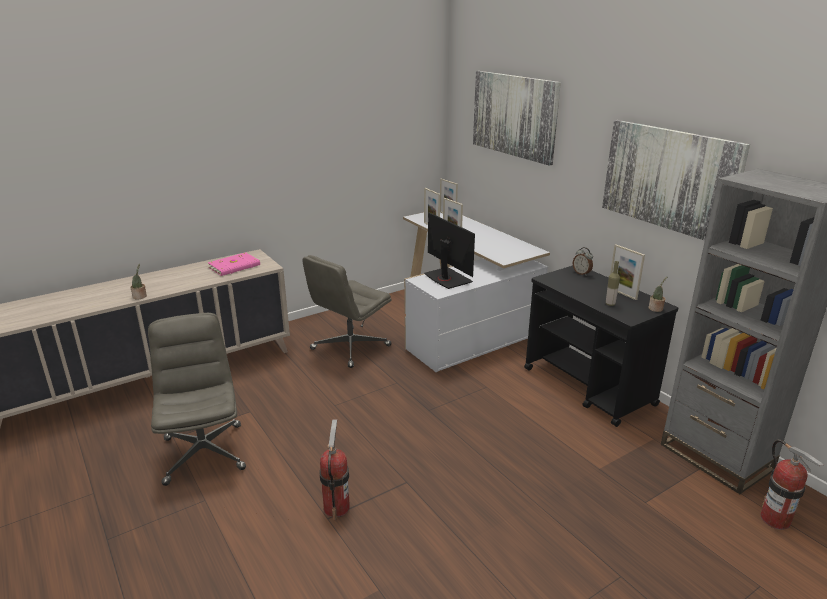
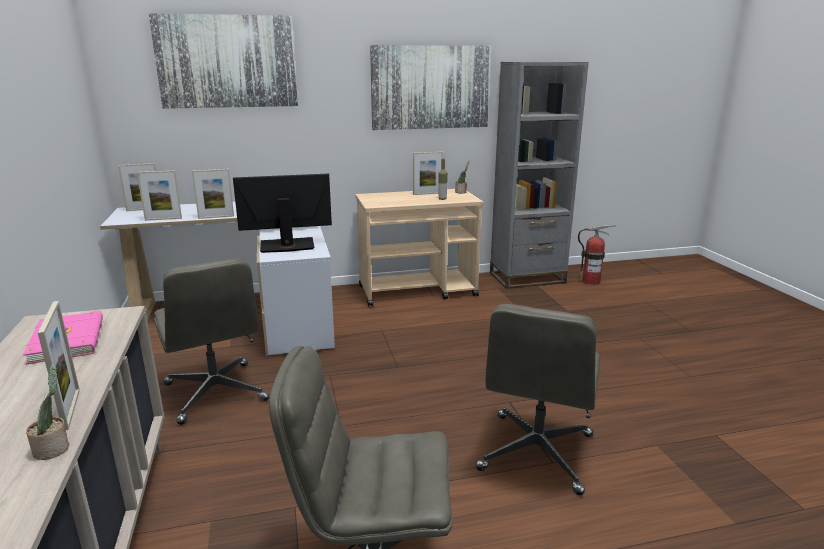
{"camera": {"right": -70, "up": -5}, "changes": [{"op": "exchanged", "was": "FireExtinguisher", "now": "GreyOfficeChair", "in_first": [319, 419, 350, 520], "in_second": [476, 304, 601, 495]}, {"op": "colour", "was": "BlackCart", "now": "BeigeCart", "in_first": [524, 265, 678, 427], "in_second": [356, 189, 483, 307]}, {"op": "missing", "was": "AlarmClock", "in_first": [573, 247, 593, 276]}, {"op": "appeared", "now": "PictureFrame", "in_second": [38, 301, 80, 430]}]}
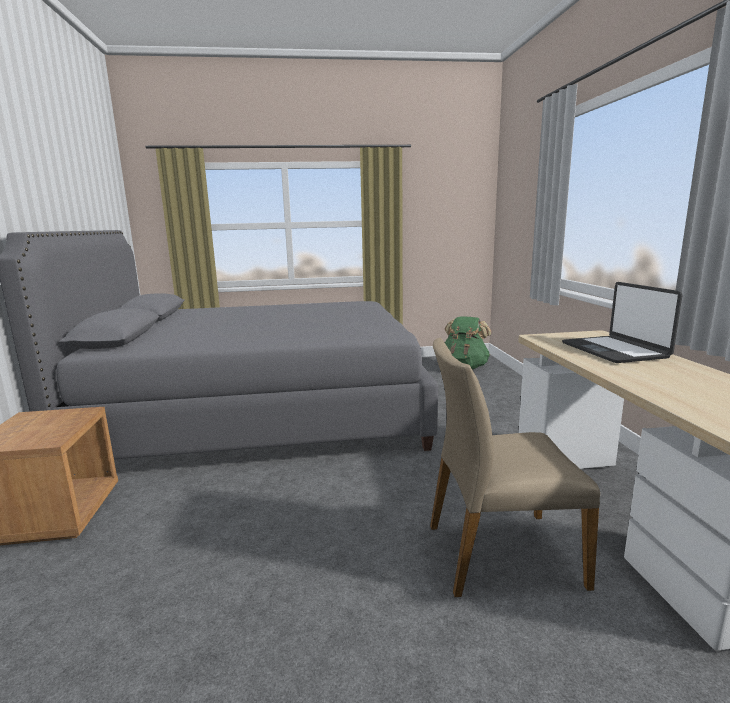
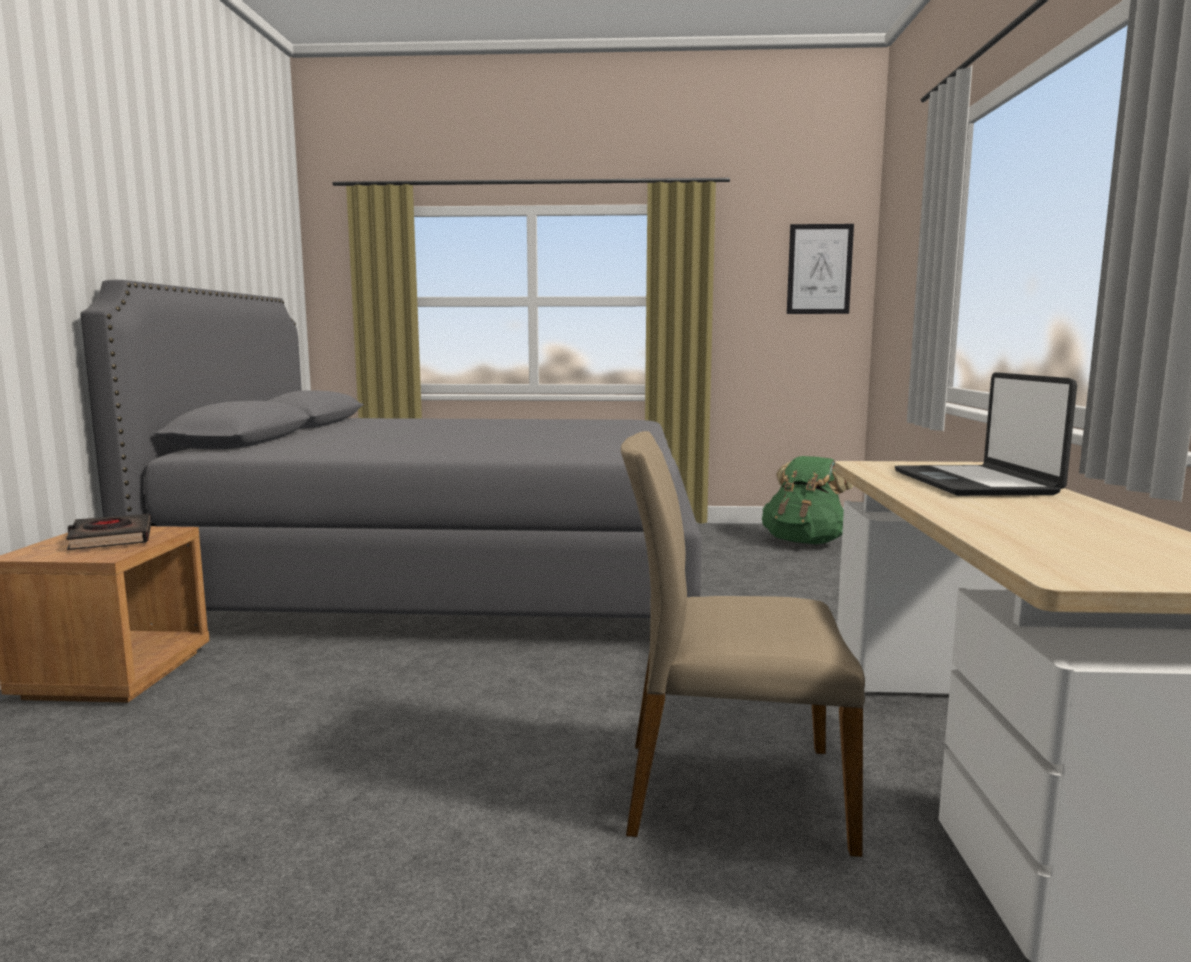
{"camera": {"right": 10, "up": -5}, "changes": [{"op": "appeared", "now": "BlackBook", "in_second": [66, 514, 151, 550]}, {"op": "appeared", "now": "Picture", "in_second": [787, 224, 854, 314]}]}
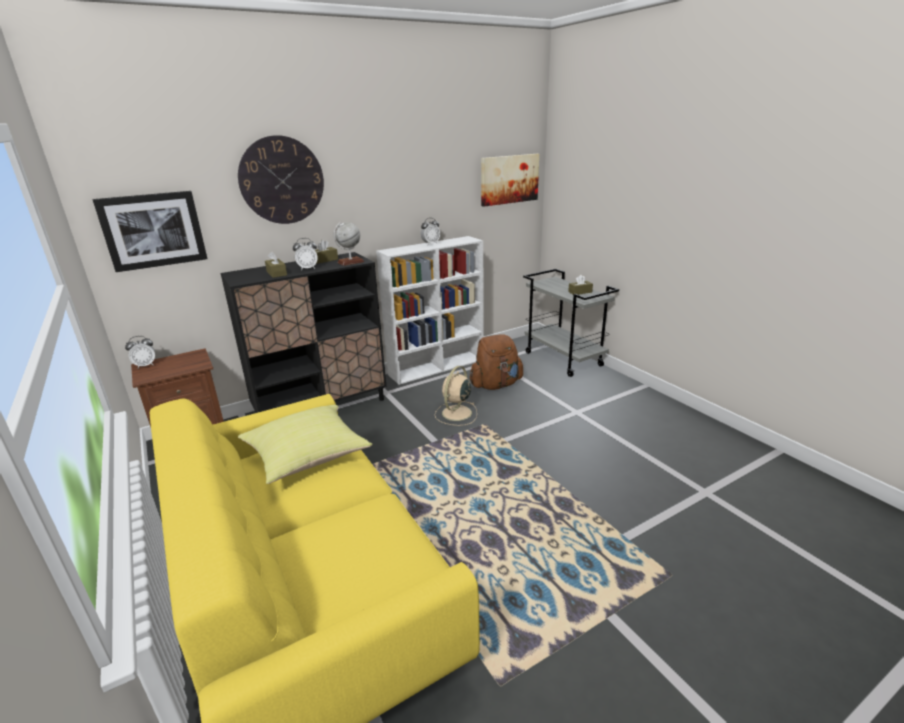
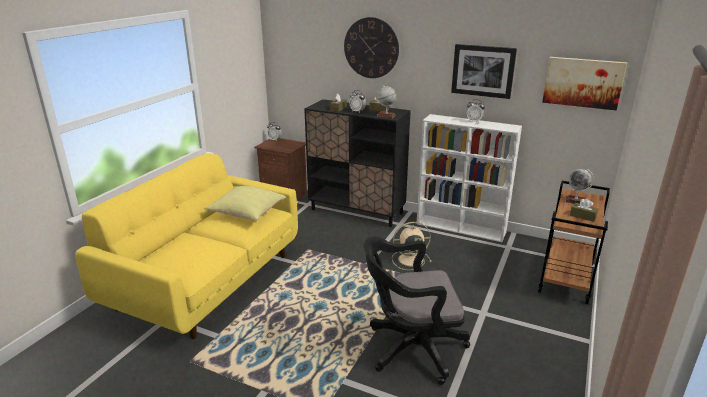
{"camera": {"right": 55, "up": 0}, "changes": [{"op": "relocated", "was": "Picture", "in_first": [93, 191, 207, 272], "in_second": [451, 44, 517, 99]}, {"op": "missing", "was": "BrownBackpack", "in_first": [470, 334, 523, 390]}, {"op": "colour", "was": "GreyCart", "now": "BrownCart", "in_first": [523, 269, 619, 377], "in_second": [538, 181, 610, 304]}, {"op": "appeared", "now": "BlackOfficeChair", "in_second": [364, 236, 470, 385]}, {"op": "appeared", "now": "Globe", "in_second": [565, 169, 594, 204]}]}
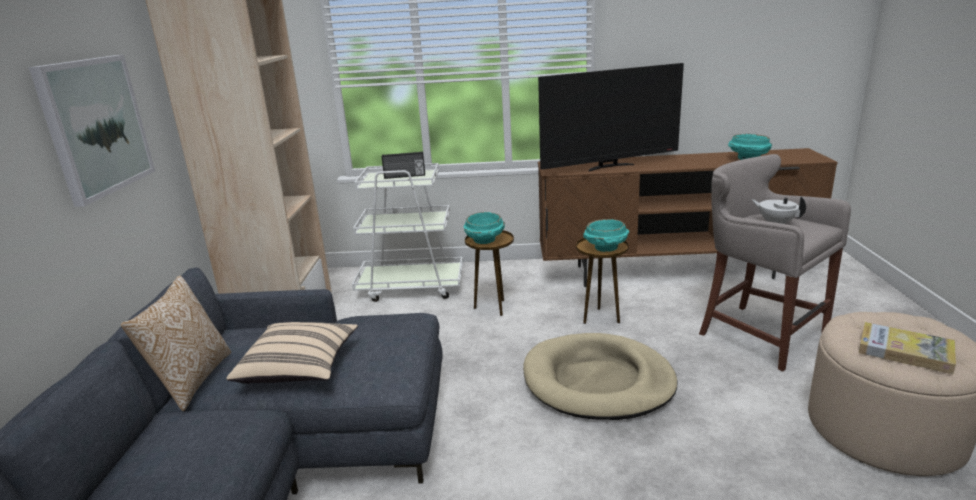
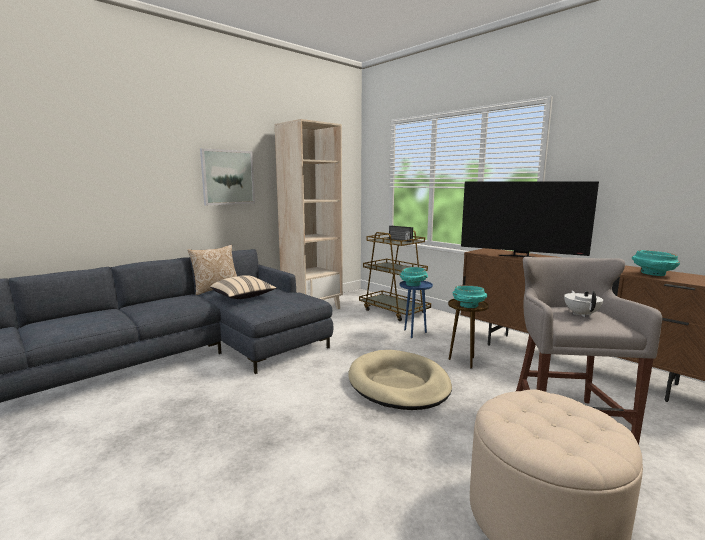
{"camera": {"right": 45, "up": -10}, "changes": [{"op": "colour", "was": "WhiteCart", "now": "BrownCart", "in_first": [352, 163, 463, 302], "in_second": [359, 230, 431, 321]}, {"op": "colour", "was": "BrownSideTable", "now": "BlueSideTable", "in_first": [465, 230, 514, 316], "in_second": [399, 281, 433, 338]}, {"op": "missing", "was": "Book", "in_first": [859, 322, 956, 374]}]}
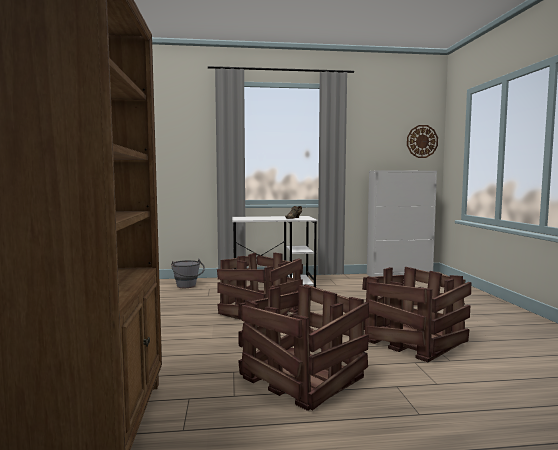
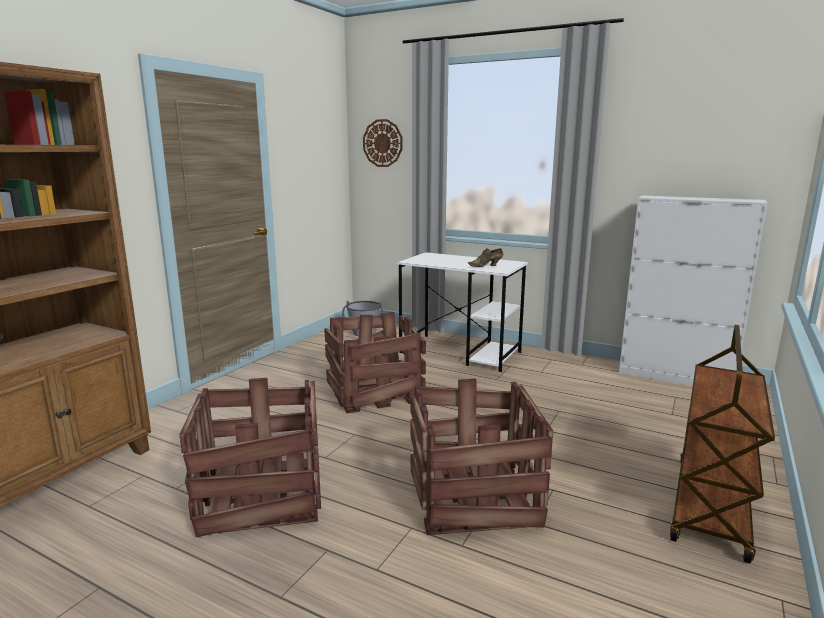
{"camera": {"right": 35, "up": 10}, "changes": [{"op": "relocated", "was": "WallClock", "in_first": [407, 125, 438, 158], "in_second": [363, 119, 402, 167]}, {"op": "appeared", "now": "BrownCart", "in_second": [670, 325, 775, 563]}]}
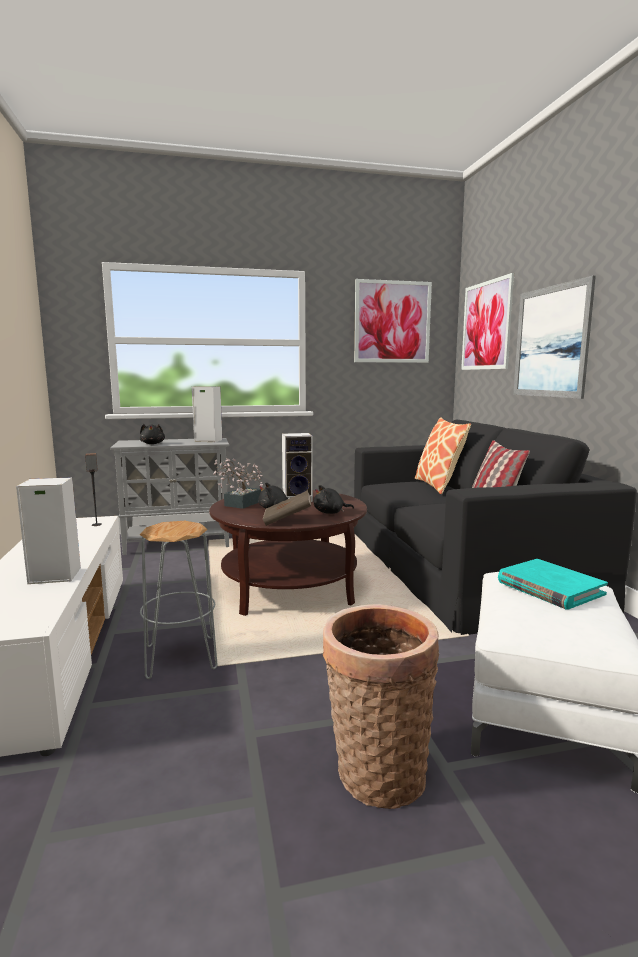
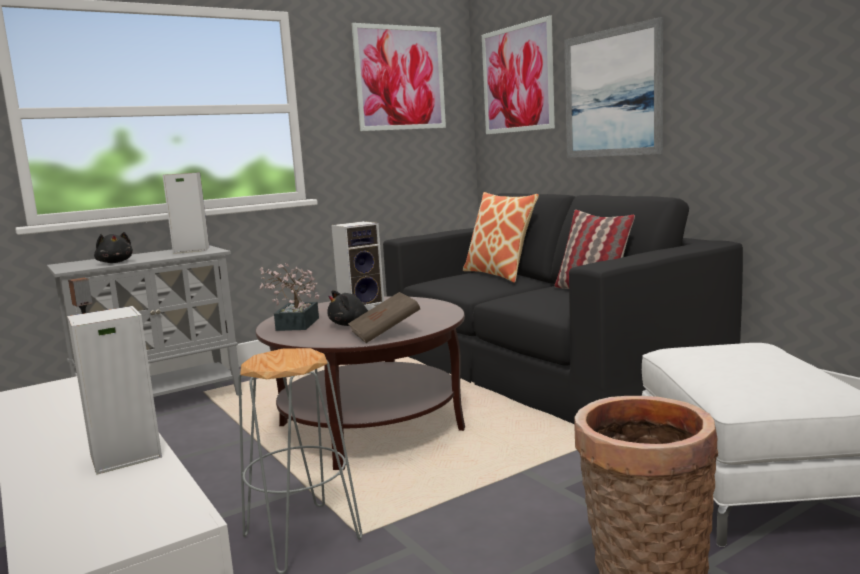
{"camera": {"right": -20, "up": 0}, "changes": [{"op": "missing", "was": "BlackPlushToy", "in_first": [314, 485, 354, 514]}, {"op": "missing", "was": "TurquoiseBook", "in_first": [498, 559, 608, 610]}]}
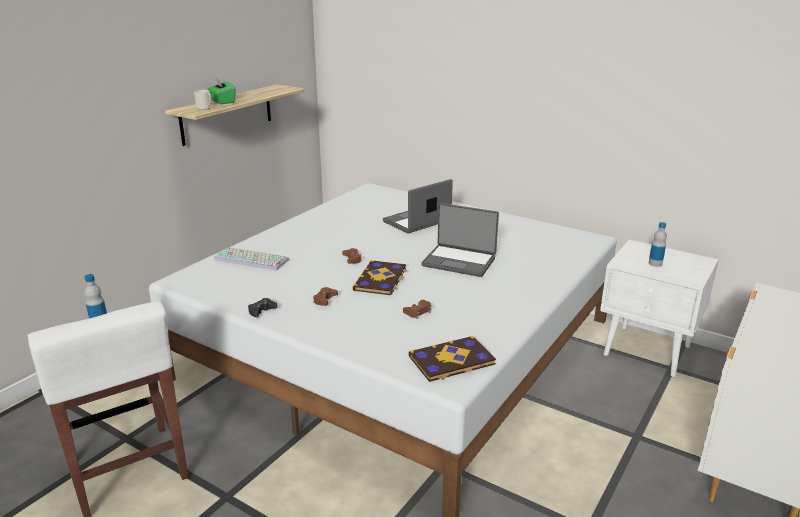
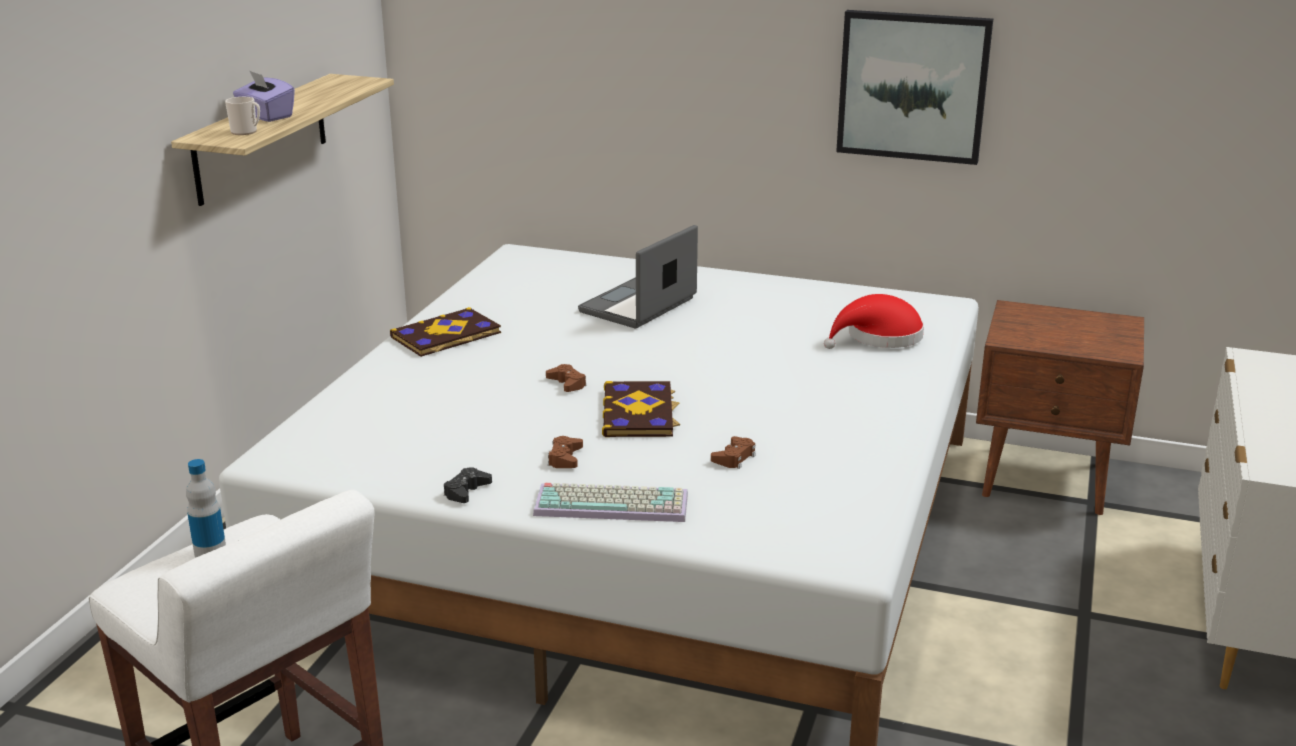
{"camera": {"right": -15, "up": 0}, "changes": [{"op": "colour", "was": "GreenTissueBox", "now": "PurpleTissueBox", "in_first": [208, 77, 236, 104], "in_second": [233, 70, 295, 122]}, {"op": "relocated", "was": "Keyboard", "in_first": [214, 247, 289, 271], "in_second": [533, 483, 688, 522]}, {"op": "relocated", "was": "Book", "in_first": [409, 336, 496, 382], "in_second": [390, 307, 501, 357]}, {"op": "missing", "was": "Laptop", "in_first": [421, 203, 499, 277]}, {"op": "colour", "was": "WhiteNightstand", "now": "BrownNightstand", "in_first": [600, 240, 719, 377], "in_second": [976, 300, 1144, 515]}, {"op": "missing", "was": "Bottle", "in_first": [649, 222, 667, 267]}, {"op": "appeared", "now": "RedHat", "in_second": [824, 294, 924, 349]}, {"op": "appeared", "now": "Picture", "in_second": [836, 10, 993, 165]}]}
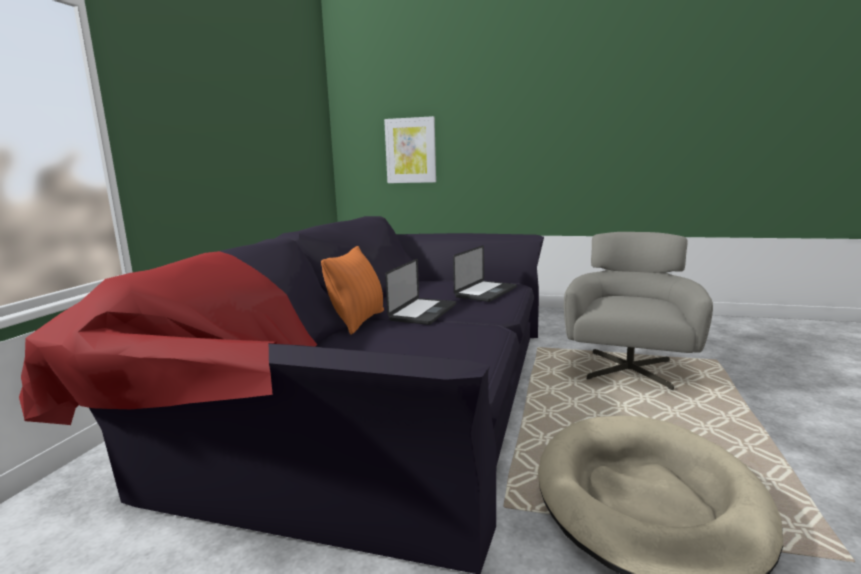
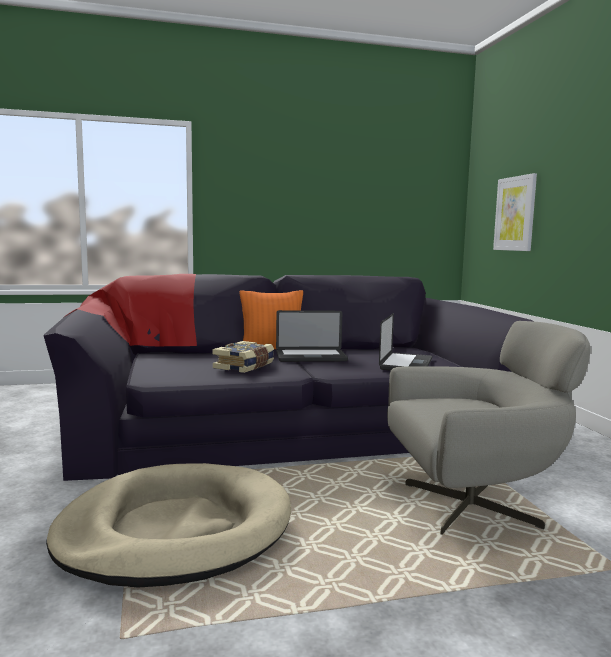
{"camera": {"right": 60, "up": -5}, "changes": [{"op": "spun", "was": "Laptop", "in_first": [453, 245, 517, 302], "in_second": [379, 313, 432, 371], "clockwise": -75}, {"op": "appeared", "now": "Book", "in_second": [213, 341, 274, 373]}]}
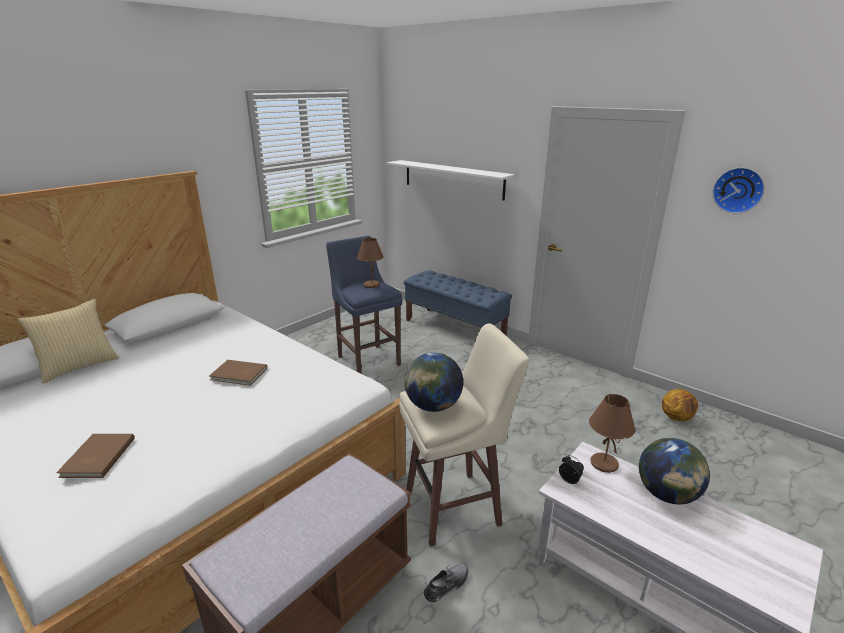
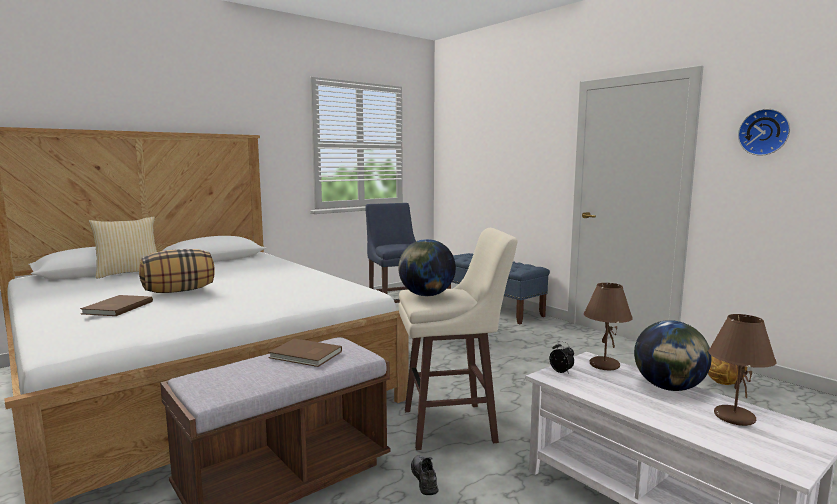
{"camera": {"right": 10, "up": -15}, "changes": [{"op": "relocated", "was": "BrownBook", "in_first": [209, 360, 268, 386], "in_second": [268, 339, 342, 367]}, {"op": "relocated", "was": "BrownTableLamp", "in_first": [357, 238, 384, 288], "in_second": [708, 314, 777, 426]}, {"op": "missing", "was": "WhiteShelf", "in_first": [387, 160, 515, 200]}, {"op": "spun", "was": "GreyShoe", "in_first": [424, 564, 468, 602], "in_second": [411, 455, 439, 495], "clockwise": -75}, {"op": "appeared", "now": "Pillow", "in_second": [139, 249, 215, 293]}]}
